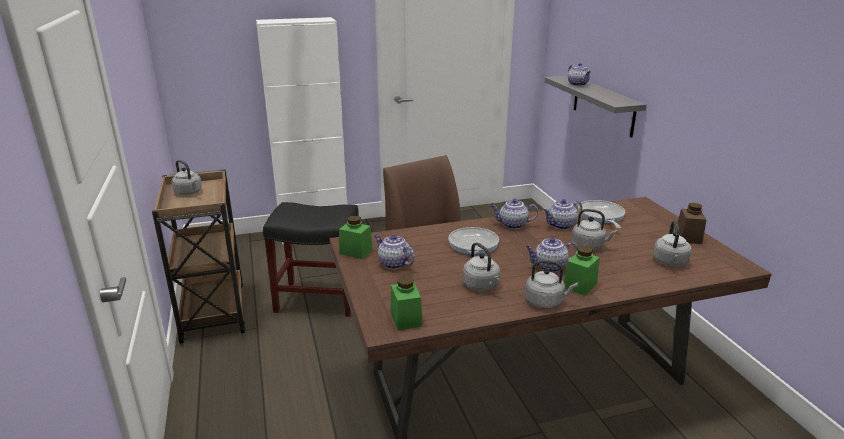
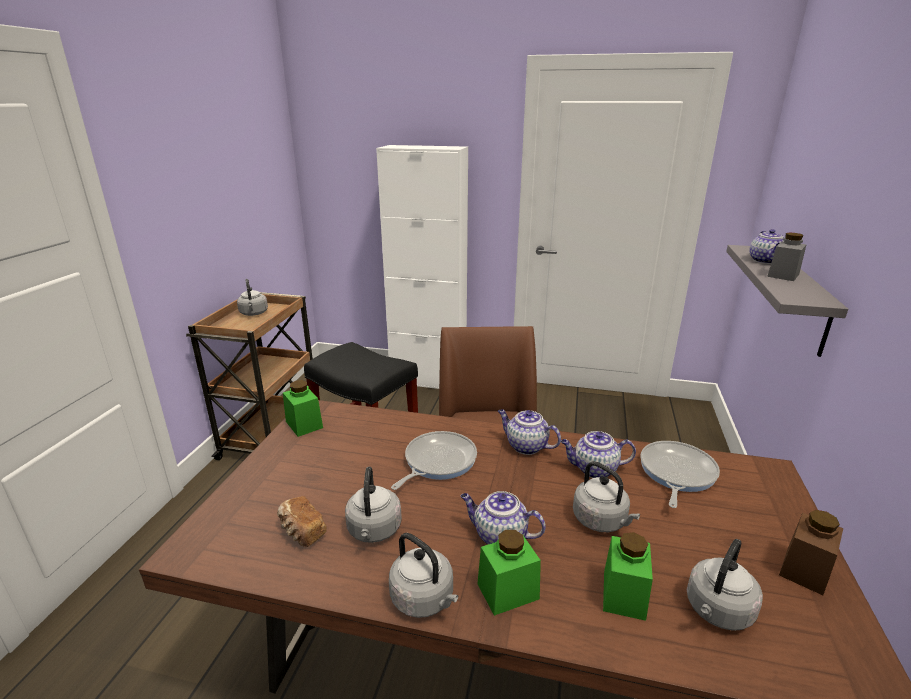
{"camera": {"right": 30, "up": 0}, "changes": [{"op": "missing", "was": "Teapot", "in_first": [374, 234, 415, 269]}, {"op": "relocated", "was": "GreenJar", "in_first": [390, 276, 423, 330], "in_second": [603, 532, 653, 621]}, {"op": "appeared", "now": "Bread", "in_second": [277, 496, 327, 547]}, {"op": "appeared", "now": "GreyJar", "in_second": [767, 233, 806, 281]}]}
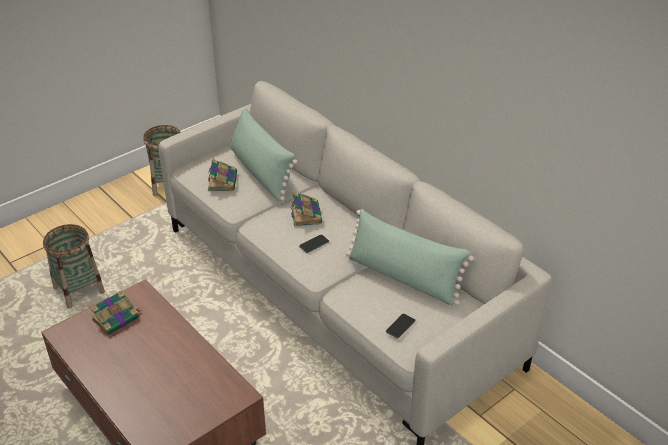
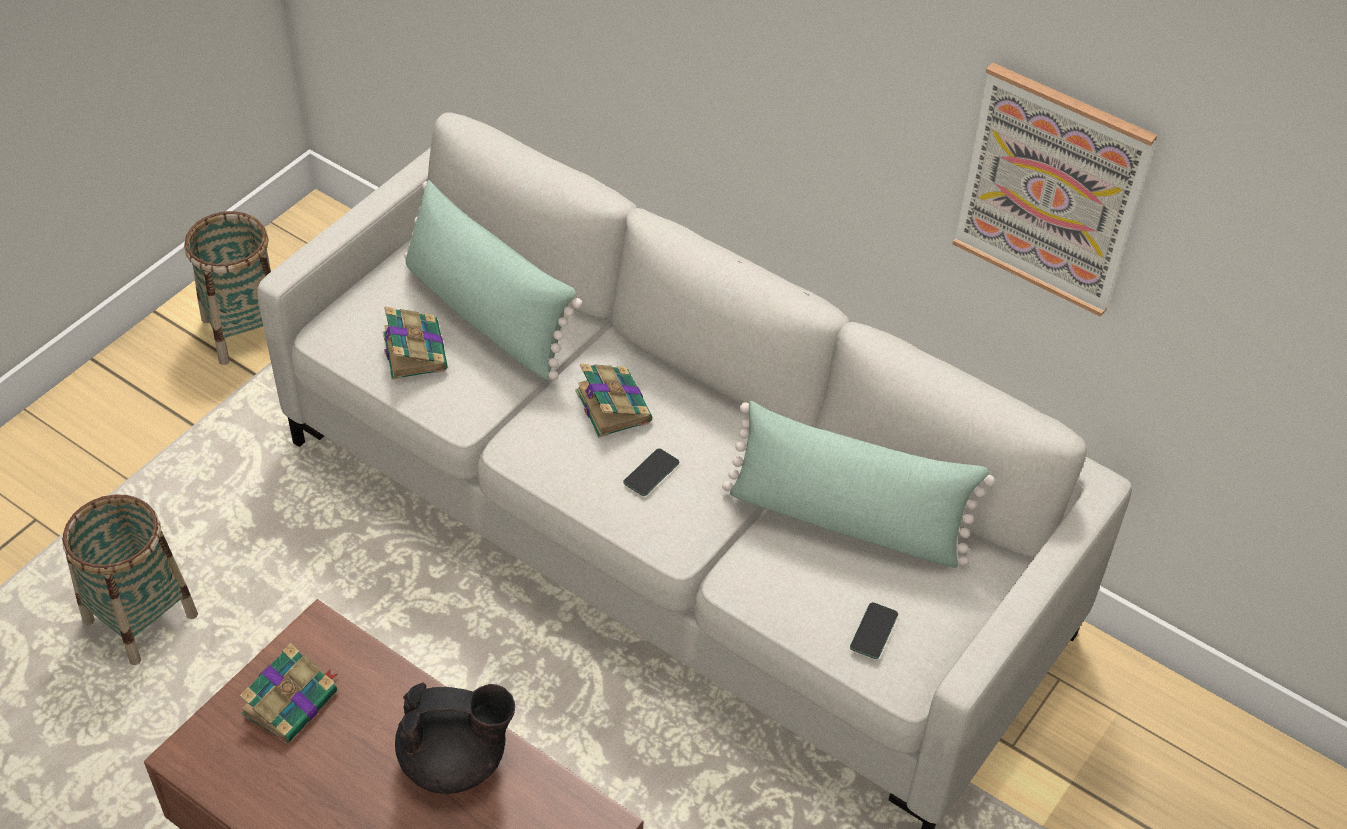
{"camera": {"right": -15, "up": 10}, "changes": [{"op": "appeared", "now": "BlackTeapot", "in_second": [395, 682, 515, 794]}, {"op": "appeared", "now": "Picture", "in_second": [952, 63, 1158, 317]}]}
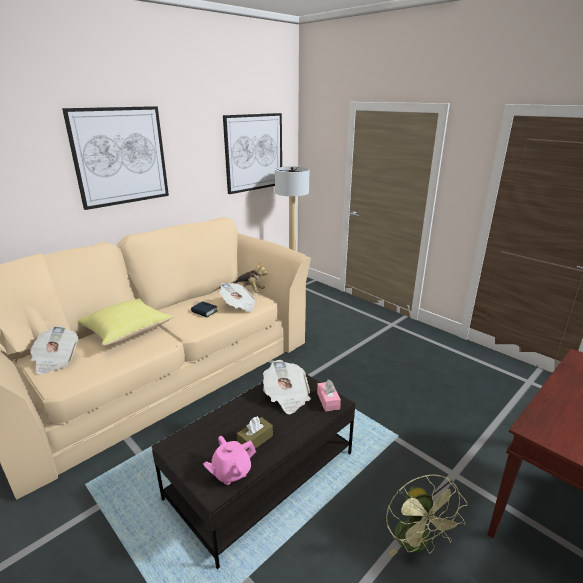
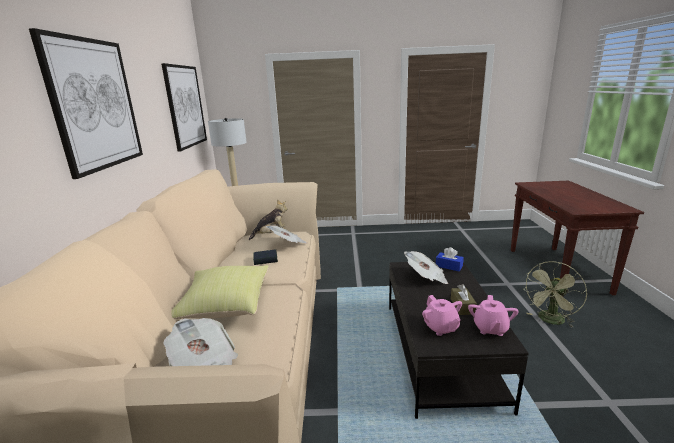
{"camera": {"right": -45, "up": -5}, "changes": [{"op": "colour", "was": "PinkTissueBox", "now": "BlueTissueBox", "in_first": [317, 380, 341, 412], "in_second": [436, 247, 464, 271]}, {"op": "spun", "was": "GreenFan", "in_first": [386, 475, 468, 556], "in_second": [524, 261, 587, 328], "clockwise": 105}, {"op": "appeared", "now": "PinkTeapot", "in_second": [422, 295, 462, 336]}]}
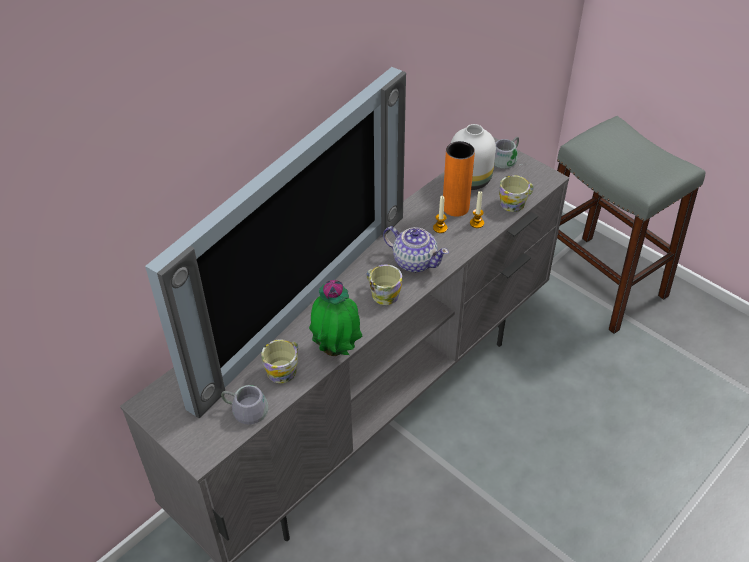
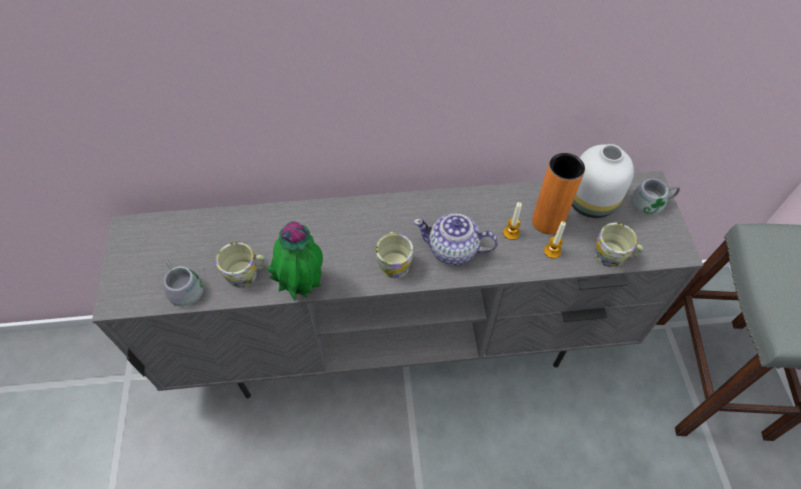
{"camera": {"right": 40, "up": 10}, "changes": [{"op": "missing", "was": "Television", "in_first": [145, 67, 406, 418]}, {"op": "spun", "was": "Teapot", "in_first": [383, 226, 449, 272], "in_second": [413, 213, 498, 265], "clockwise": 120}]}
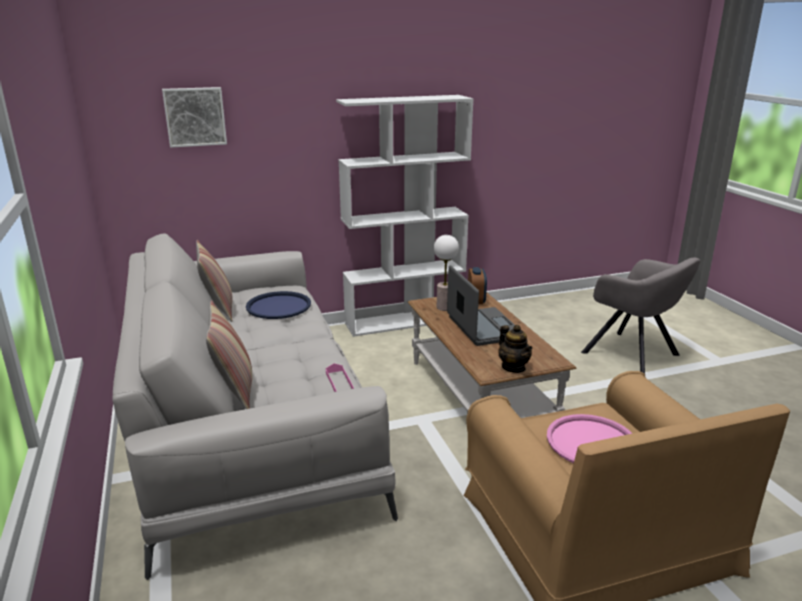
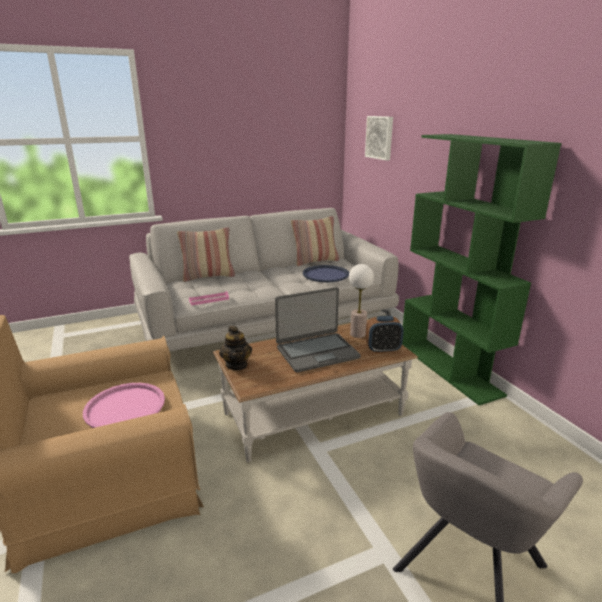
{"camera": {"right": 85, "up": 0}, "changes": [{"op": "colour", "was": "WhiteBookcase", "now": "GreenBookcase", "in_first": [336, 95, 474, 337], "in_second": [402, 134, 562, 405]}, {"op": "spun", "was": "Teapot", "in_first": [498, 325, 532, 373], "in_second": [219, 326, 252, 370], "clockwise": -75}]}
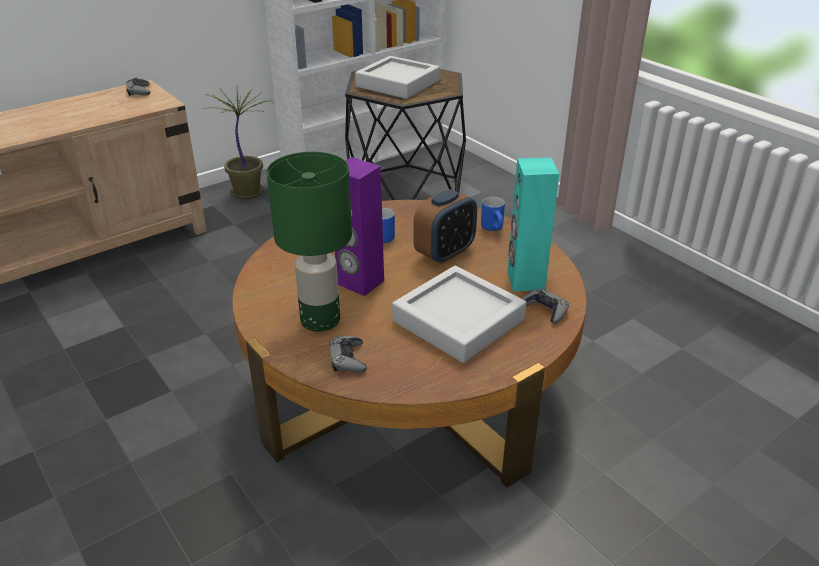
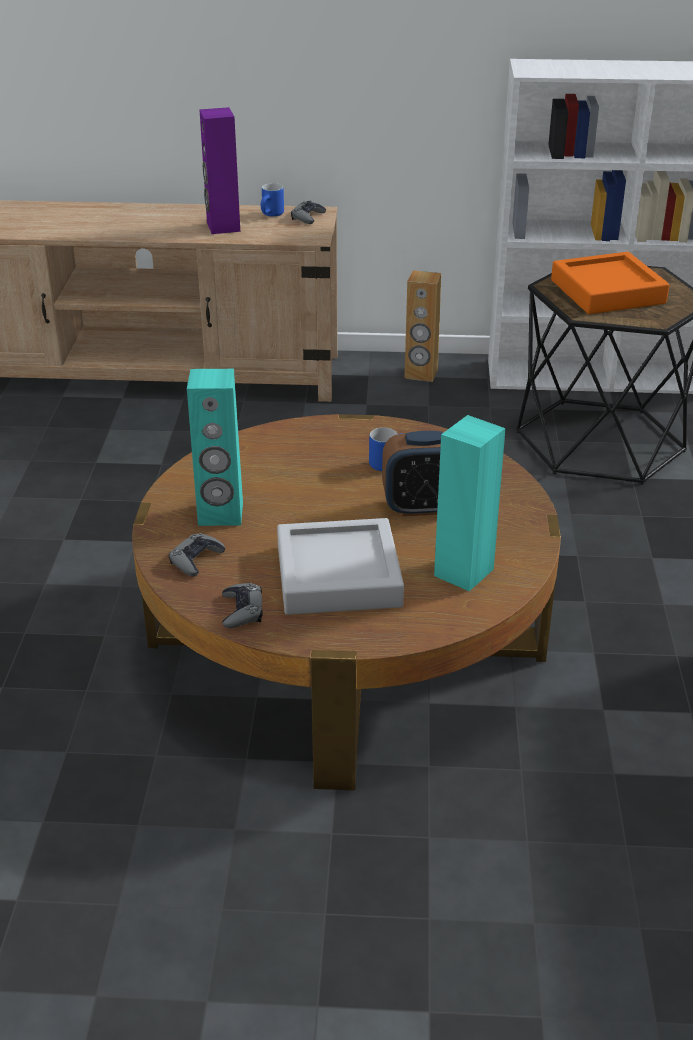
{"camera": {"right": 40, "up": 0}, "changes": [{"op": "exchanged", "was": "PottedPlant", "now": "BrownSpeaker", "in_first": [202, 85, 273, 199], "in_second": [404, 270, 441, 382]}, {"op": "exchanged", "was": "GreenTableLamp", "now": "TurquoiseSpeaker", "in_first": [267, 152, 352, 332], "in_second": [187, 369, 243, 526]}, {"op": "relocated", "was": "PurpleSpeaker", "in_first": [335, 157, 384, 296], "in_second": [199, 107, 240, 234]}, {"op": "colour", "was": "GreyTray", "now": "OrangeTray", "in_first": [355, 56, 440, 99], "in_second": [551, 252, 669, 314]}, {"op": "relocated", "was": "BlueMug", "in_first": [481, 197, 505, 231], "in_second": [261, 183, 284, 217]}, {"op": "relocated", "was": "GreyGameController", "in_first": [523, 289, 569, 324], "in_second": [222, 583, 263, 628]}]}
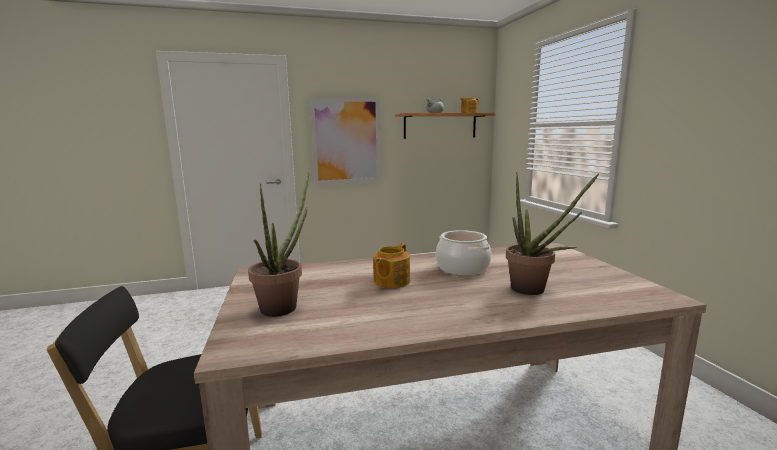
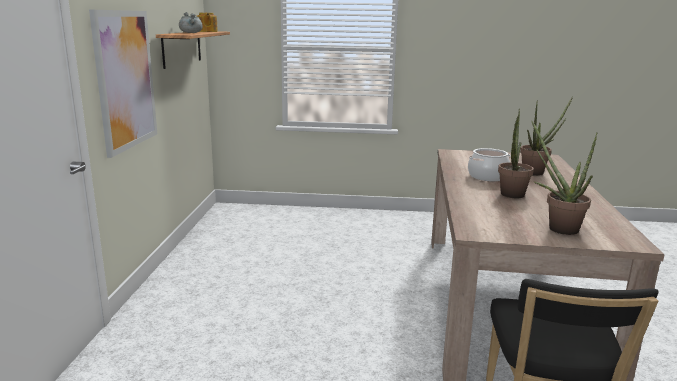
{"camera": {"right": -70, "up": 5}, "changes": [{"op": "exchanged", "was": "Teapot", "now": "PottedPlant", "in_first": [373, 243, 410, 288], "in_second": [498, 109, 534, 198]}]}
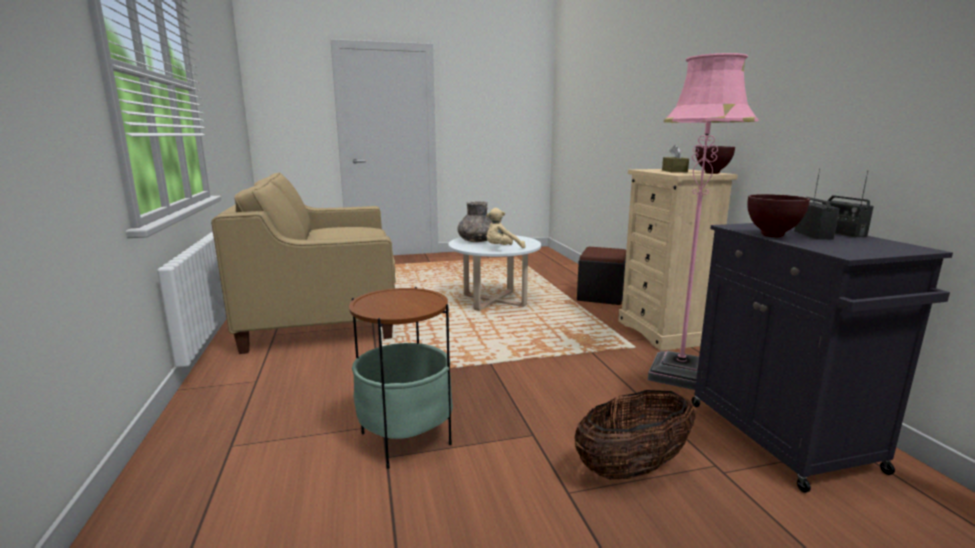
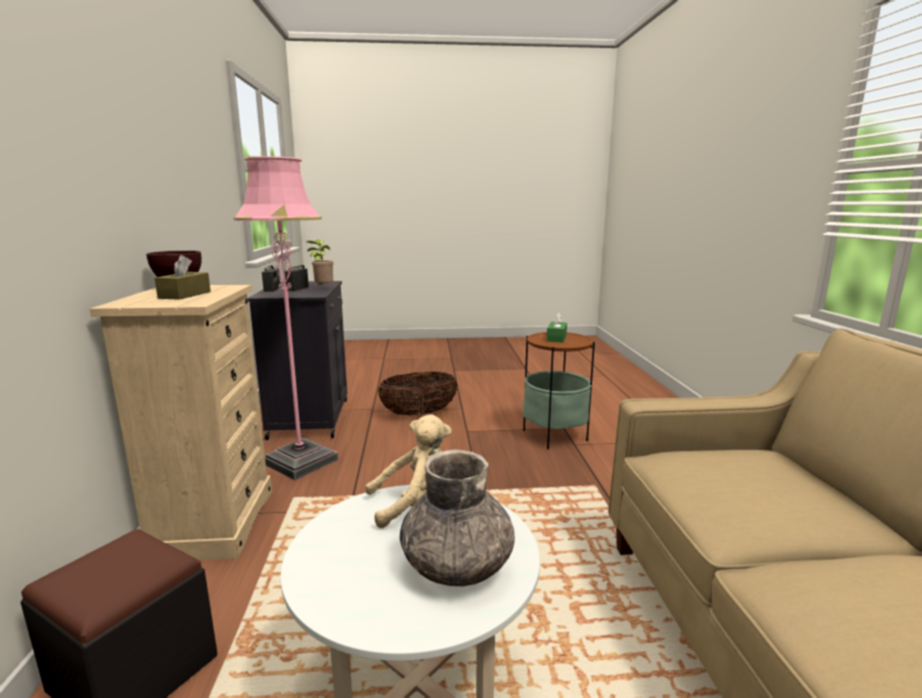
{"camera": {"right": -170, "up": 0}, "changes": [{"op": "exchanged", "was": "BrownBowl", "now": "PottedPlant", "in_first": [747, 194, 810, 237], "in_second": [306, 240, 333, 286]}, {"op": "appeared", "now": "GreenTissueBox", "in_second": [547, 312, 567, 343]}]}
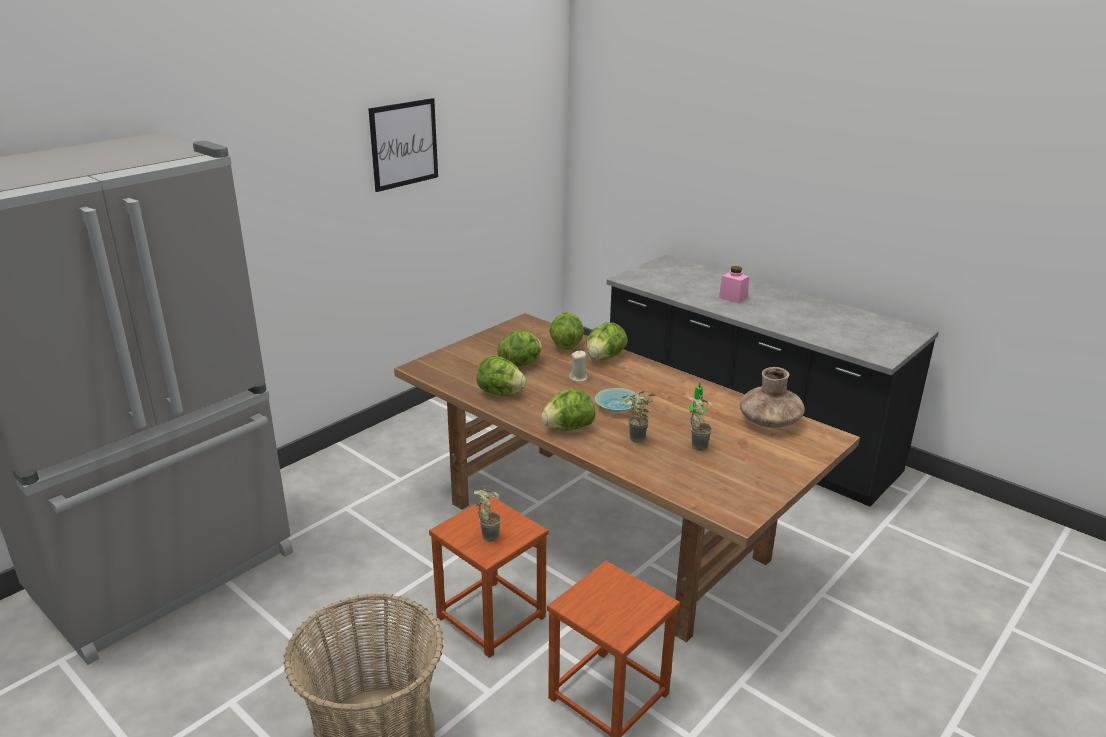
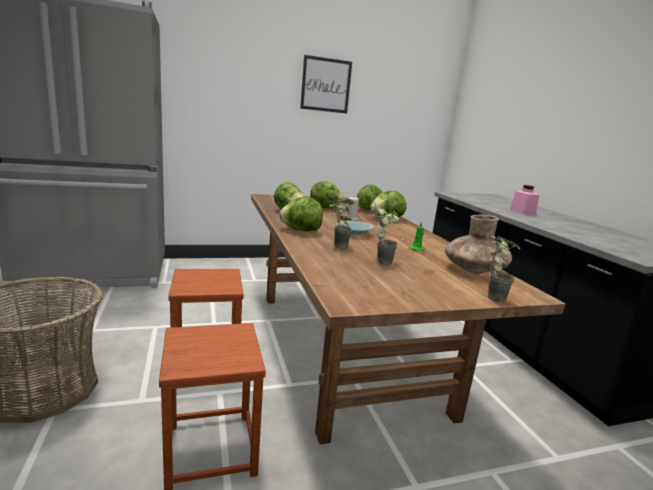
{"camera": {"right": 30, "up": -10}, "changes": [{"op": "relocated", "was": "PottedPlant", "in_first": [473, 484, 501, 542], "in_second": [488, 236, 520, 302]}]}
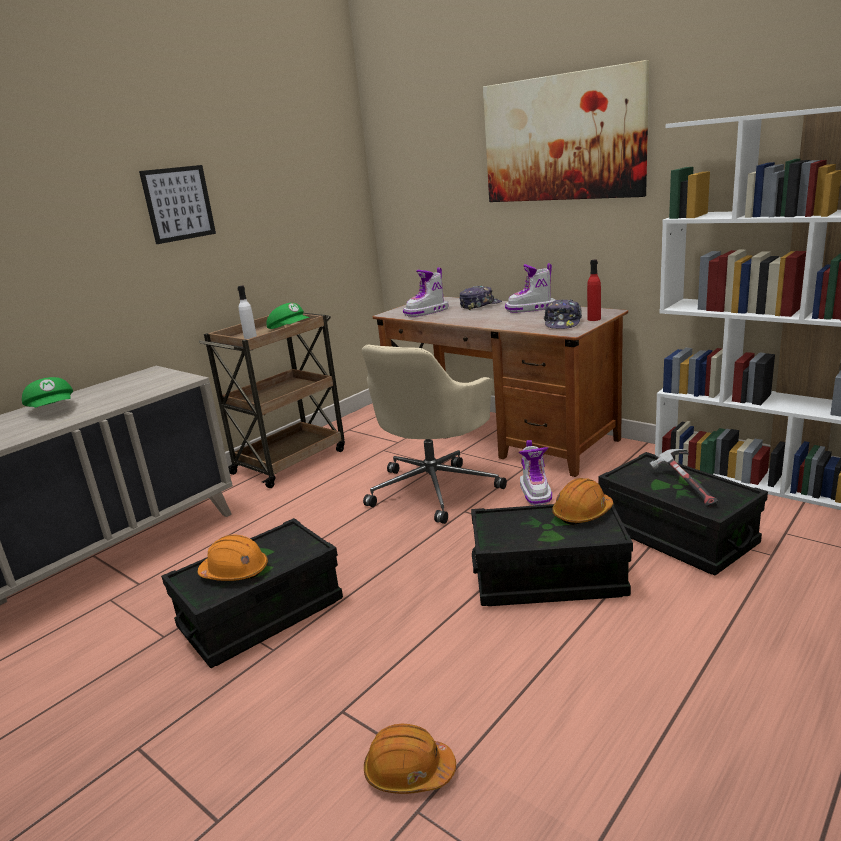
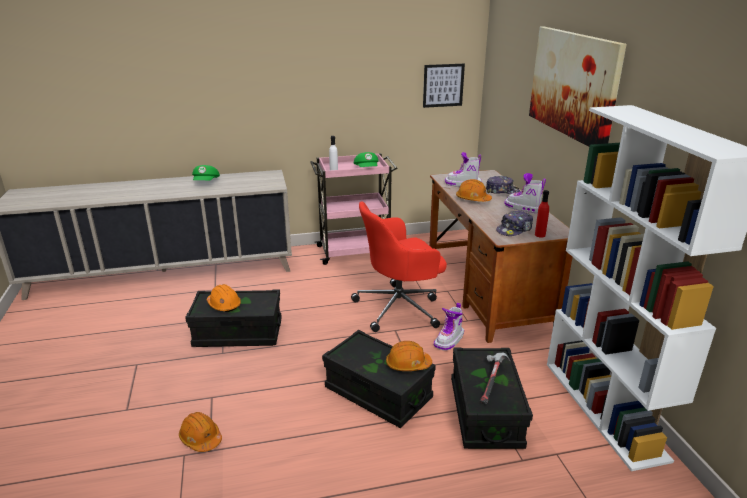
{"camera": {"right": 35, "up": 5}, "changes": [{"op": "relocated", "was": "Picture", "in_first": [139, 165, 216, 244], "in_second": [423, 64, 465, 108]}, {"op": "colour", "was": "BrownCart", "now": "PinkCart", "in_first": [199, 313, 345, 488], "in_second": [310, 153, 397, 265]}, {"op": "colour", "was": "BeigeOfficeChair", "now": "RedOfficeChair", "in_first": [362, 345, 507, 524], "in_second": [351, 201, 447, 332]}, {"op": "appeared", "now": "OrangeHardHat", "in_second": [456, 179, 492, 202]}]}
